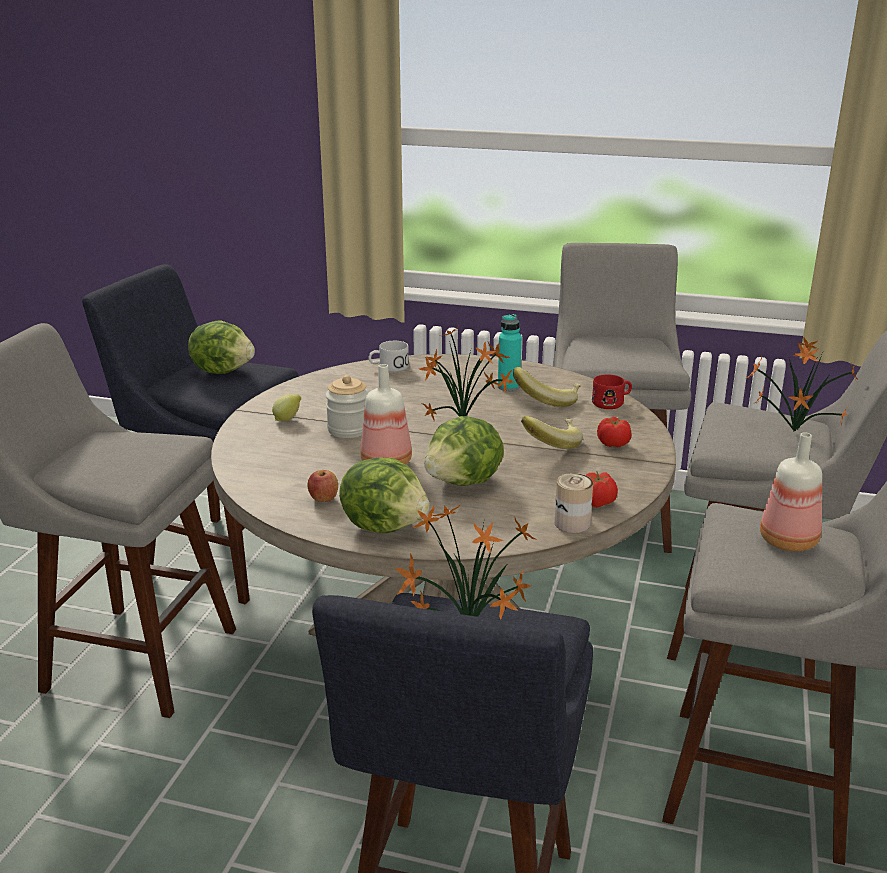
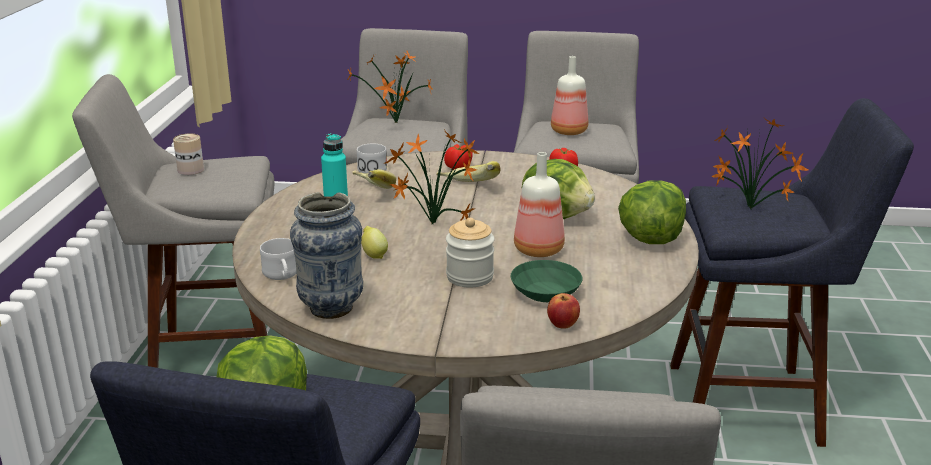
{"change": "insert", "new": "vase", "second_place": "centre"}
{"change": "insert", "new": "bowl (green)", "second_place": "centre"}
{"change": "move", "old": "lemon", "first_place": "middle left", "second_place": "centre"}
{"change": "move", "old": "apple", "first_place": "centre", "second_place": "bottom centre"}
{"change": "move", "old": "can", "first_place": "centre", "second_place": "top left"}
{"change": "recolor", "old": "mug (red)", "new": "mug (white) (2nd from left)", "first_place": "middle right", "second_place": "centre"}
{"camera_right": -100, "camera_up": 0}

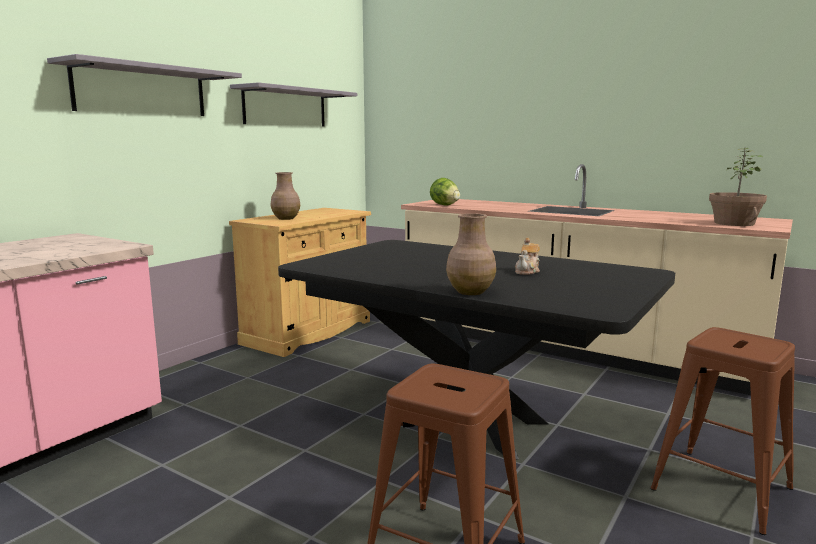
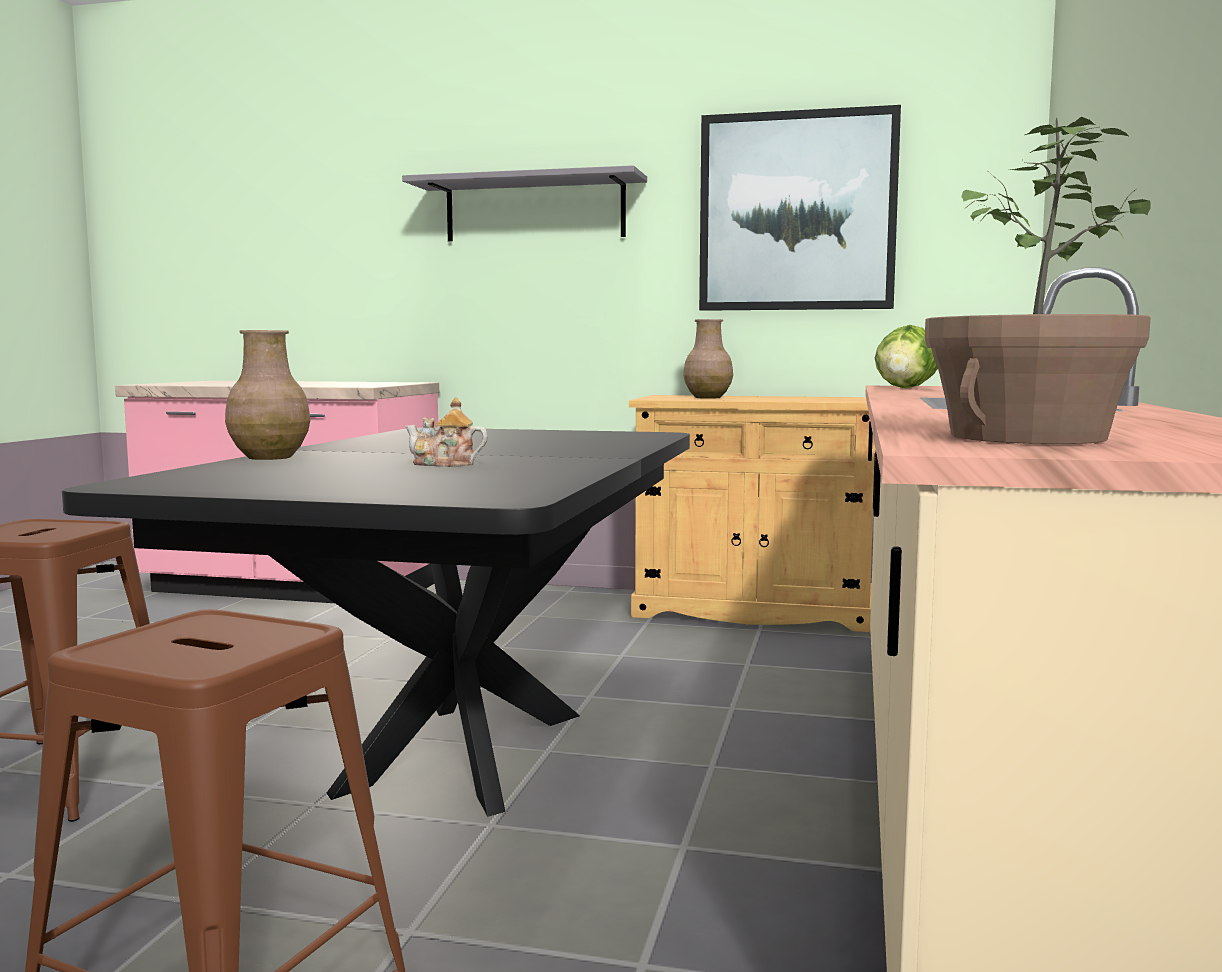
{"change": "replace", "old": "shelf (grey) (2nd from left)", "new": "picture", "first_place": "top centre", "second_place": "top centre"}
{"camera_right": 70, "camera_up": -5}

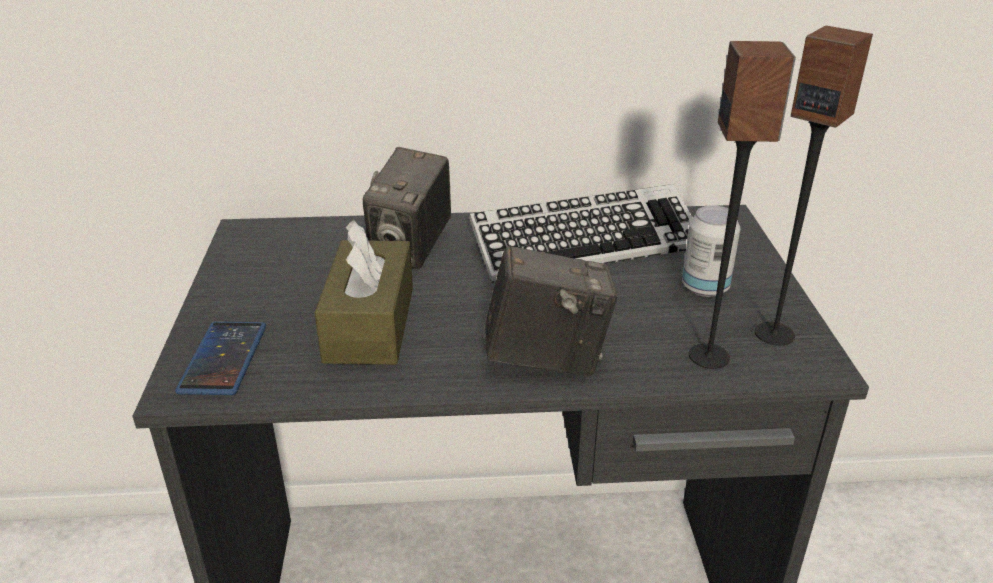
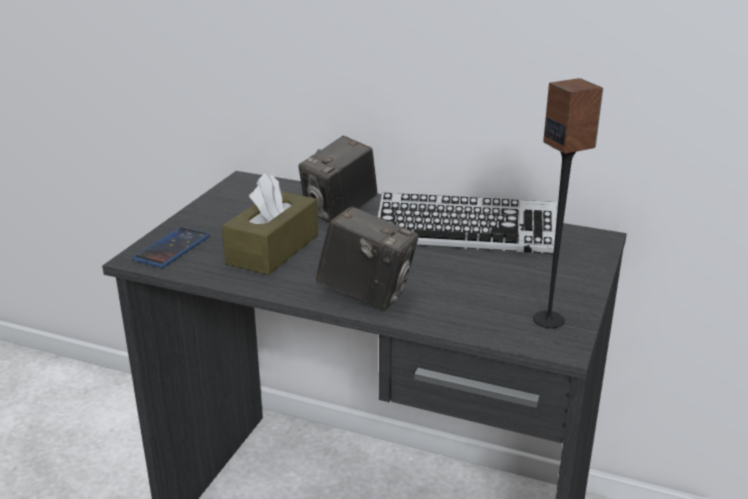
{"change": "delete", "old": "can", "first_place": "middle right"}
{"change": "delete", "old": "speaker (1st from left)", "first_place": "middle right"}
{"camera_right": 25, "camera_up": -5}

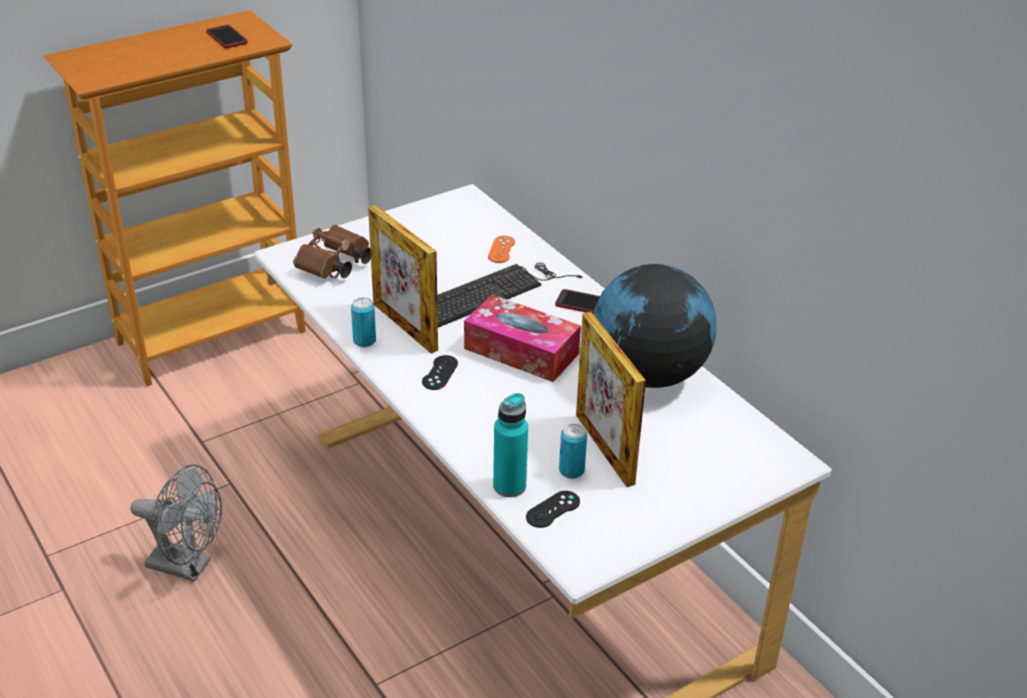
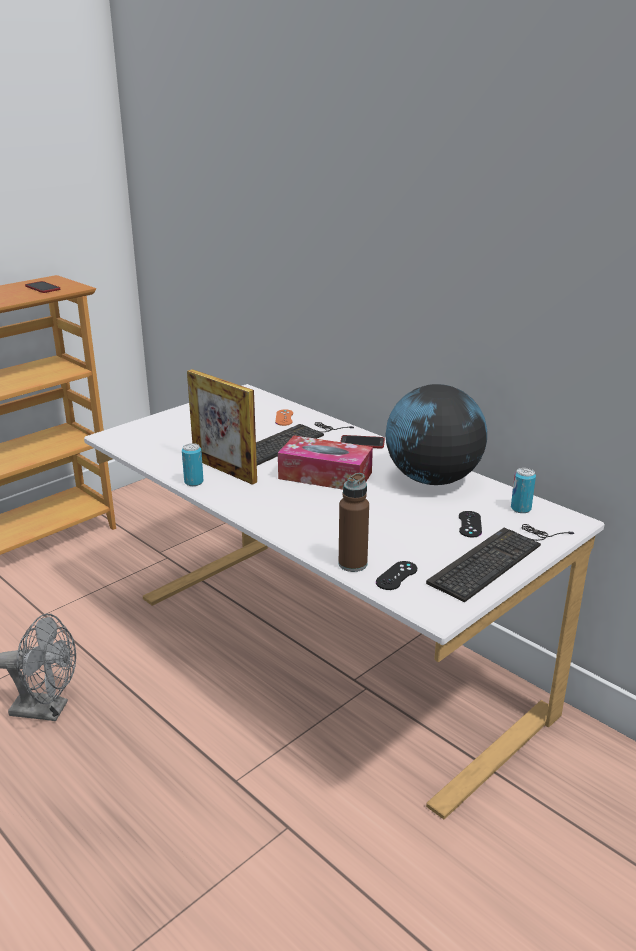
{"change": "delete", "old": "binoculars (brown)", "first_place": "middle left"}
{"change": "delete", "old": "picture frame (2nd from left)", "first_place": "centre"}
{"change": "insert", "new": "keyboard (2nd from left)", "second_place": "middle right"}
{"change": "move", "old": "game controller (black) (1st from left in the first image)", "new": "game controller (black) (2nd from left)", "first_place": "centre", "second_place": "middle right"}
{"change": "move", "old": "can (2nd from left)", "first_place": "centre", "second_place": "middle right"}
{"change": "recolor", "old": "bottle (turquoise)", "new": "bottle (brown)", "first_place": "centre", "second_place": "centre"}
{"camera_right": -10, "camera_up": -10}

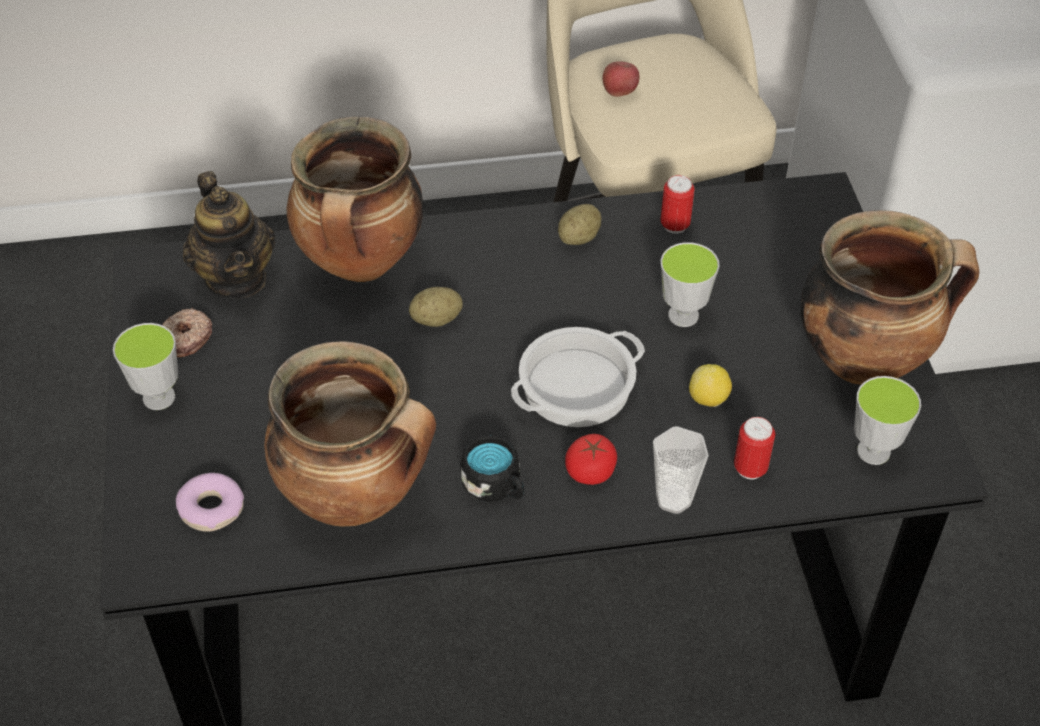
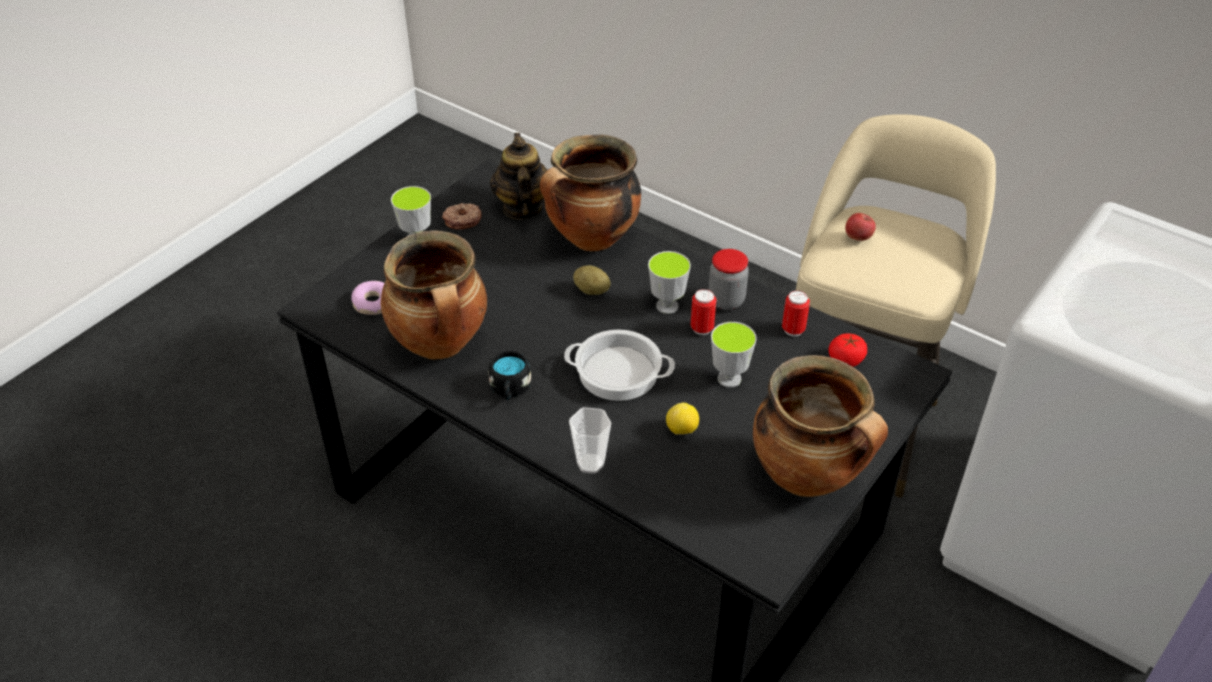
{"change": "move", "old": "tomato", "first_place": "centre", "second_place": "middle right"}
{"change": "move", "old": "can (2nd from left in the first image)", "new": "can (1st from left)", "first_place": "middle right", "second_place": "centre"}
{"change": "move", "old": "cup (4th from left in the first image)", "new": "cup (3rd from left)", "first_place": "middle right", "second_place": "centre"}
{"change": "replace", "old": "potato (2nd from left)", "new": "jar", "first_place": "top centre", "second_place": "centre"}
{"change": "rotate", "old": "teapot", "first_place": "top left", "second_place": "top centre", "degrees": 150}
{"camera_right": 45, "camera_up": -5}

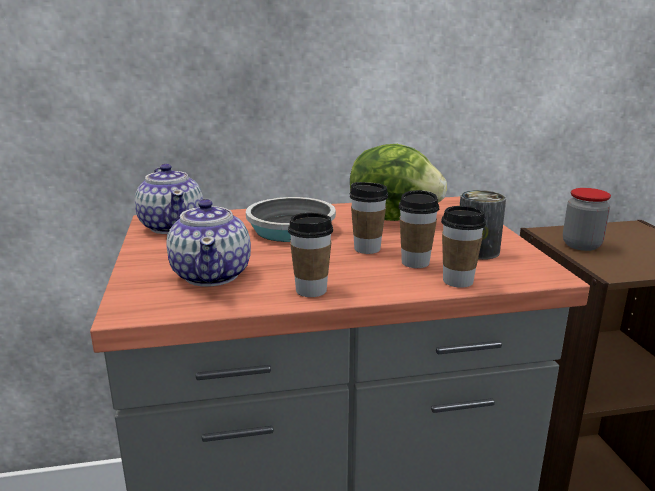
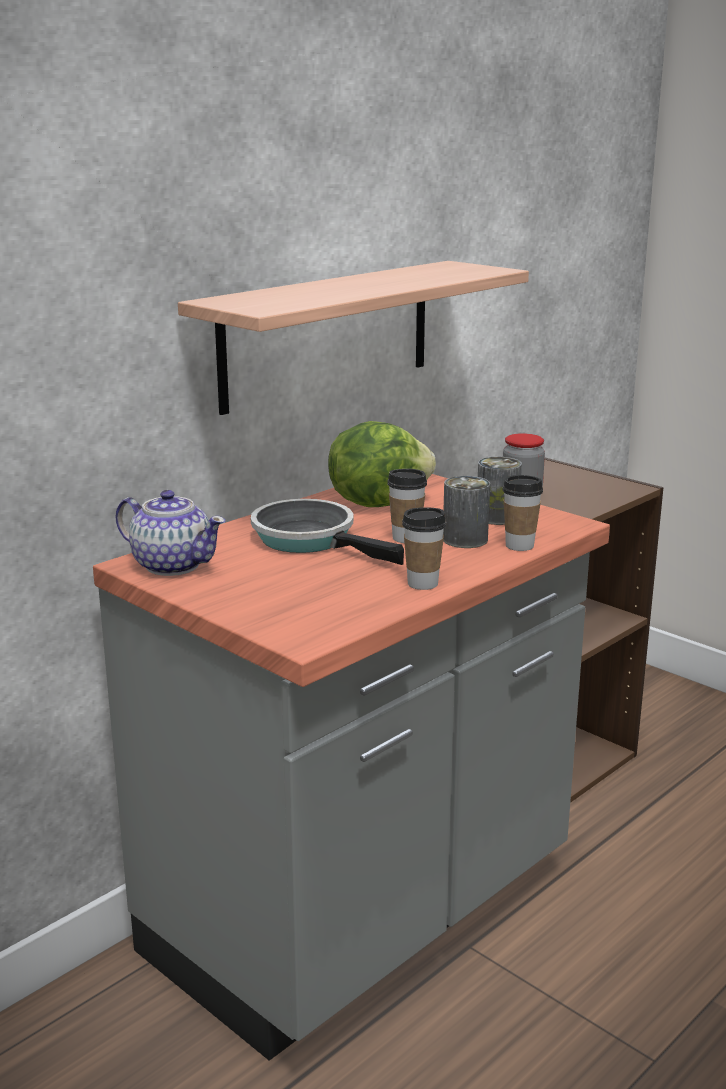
{"change": "delete", "old": "teapot (2nd from left)", "first_place": "middle left"}
{"change": "insert", "new": "shelf", "second_place": "top centre"}
{"change": "replace", "old": "cup (3rd from left)", "new": "can (1st from left)", "first_place": "centre", "second_place": "centre"}
{"camera_right": -35, "camera_up": 0}

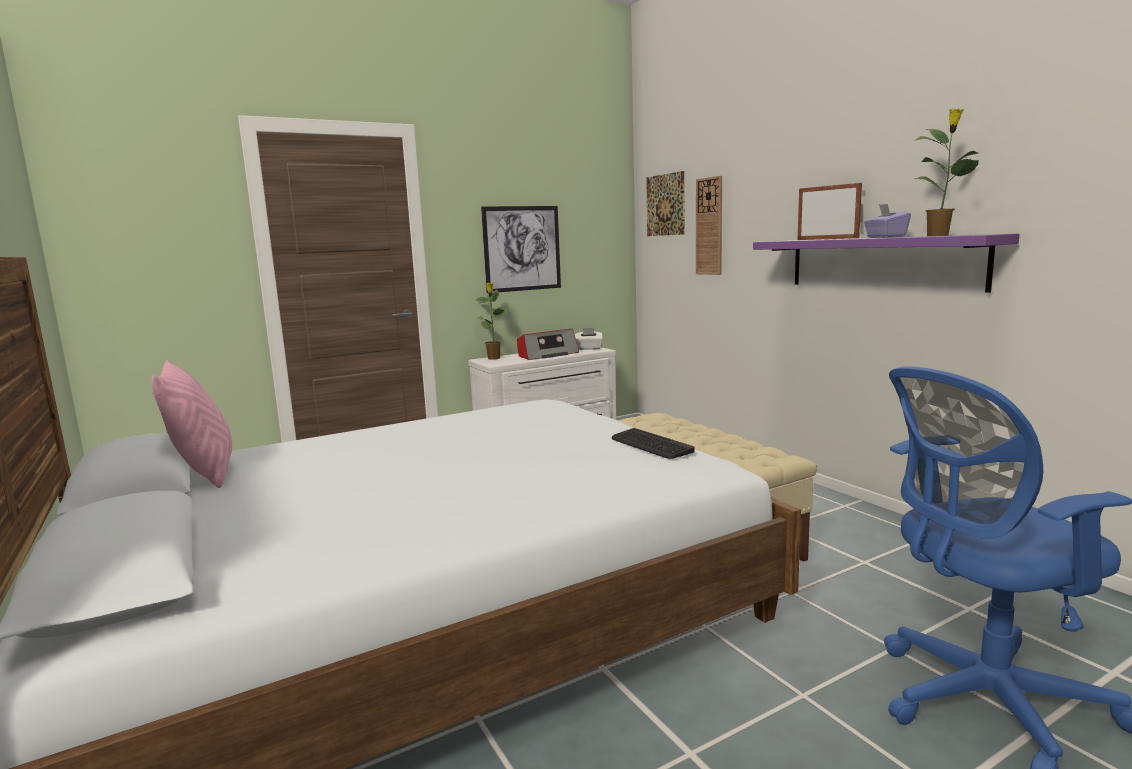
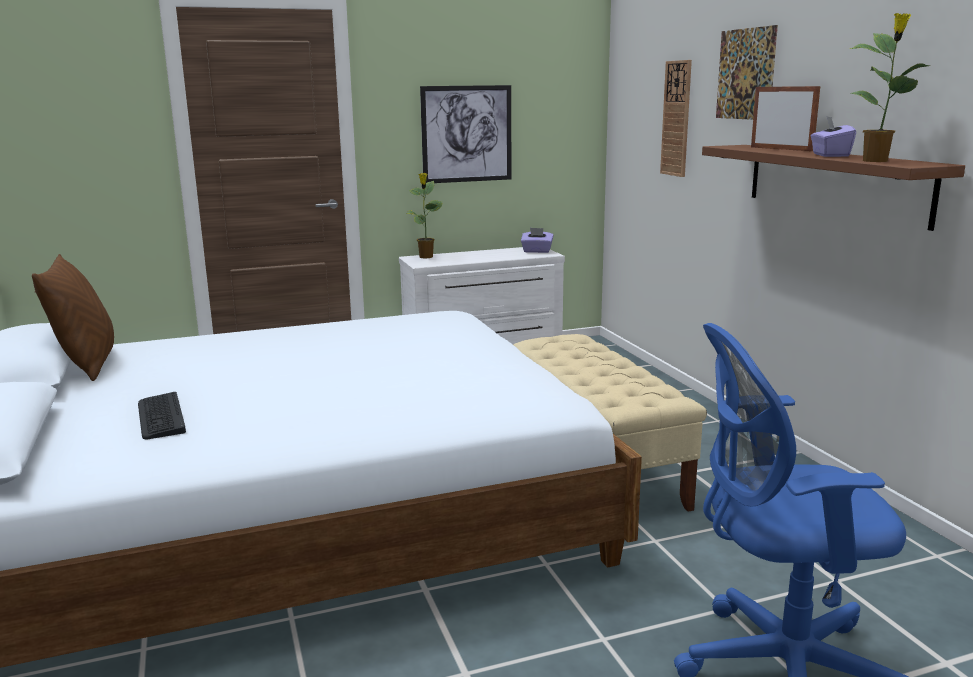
{"change": "delete", "old": "radio", "first_place": "centre"}
{"change": "move", "old": "keyboard", "first_place": "centre", "second_place": "middle left"}
{"change": "move", "old": "picture (2nd from left)", "first_place": "top centre", "second_place": "top right"}
{"change": "recolor", "old": "pillow (pink)", "new": "pillow (brown)", "first_place": "middle left", "second_place": "middle left"}
{"change": "recolor", "old": "tissue box (white)", "new": "tissue box (purple) (1st from left)", "first_place": "centre", "second_place": "centre"}
{"change": "recolor", "old": "shelf (purple)", "new": "shelf (brown)", "first_place": "middle right", "second_place": "top right"}
{"camera_right": 10, "camera_up": 5}

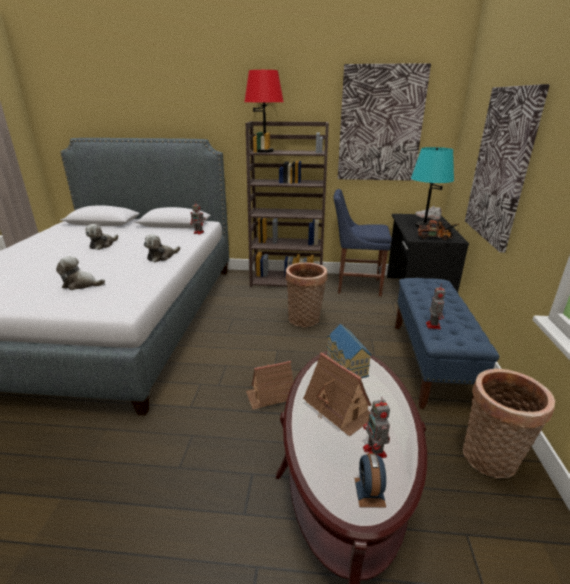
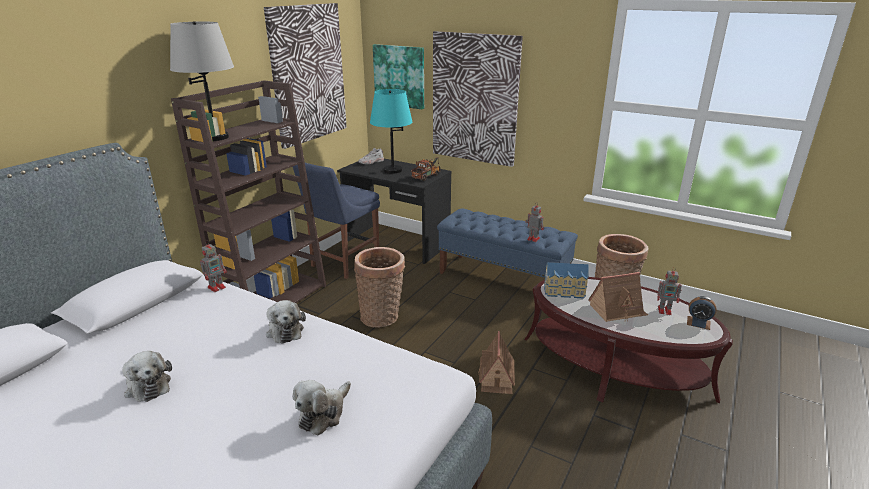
{"change": "insert", "new": "picture (2nd from left)", "second_place": "top centre"}
{"change": "recolor", "old": "table lamp (red)", "new": "table lamp (grey)", "first_place": "top centre", "second_place": "top left"}
{"camera_right": -65, "camera_up": 0}

